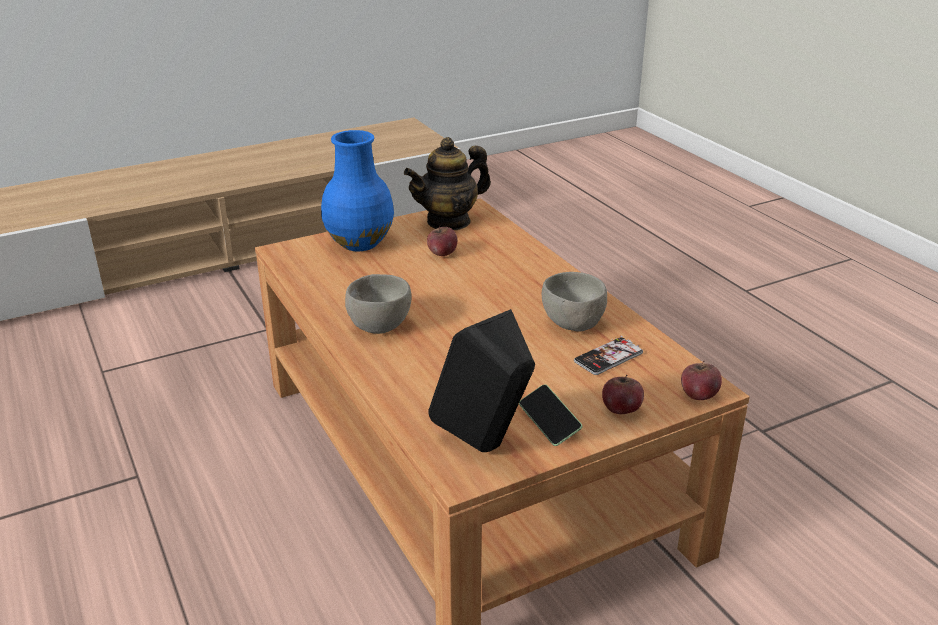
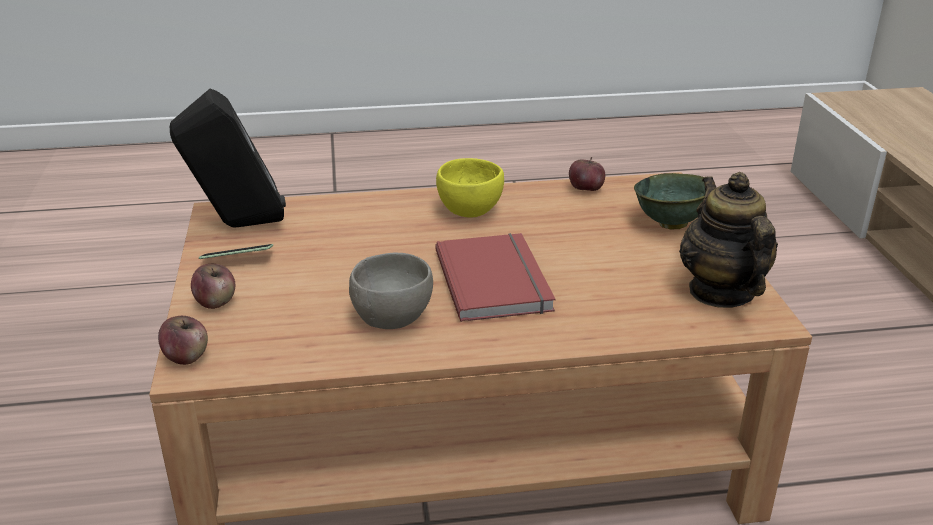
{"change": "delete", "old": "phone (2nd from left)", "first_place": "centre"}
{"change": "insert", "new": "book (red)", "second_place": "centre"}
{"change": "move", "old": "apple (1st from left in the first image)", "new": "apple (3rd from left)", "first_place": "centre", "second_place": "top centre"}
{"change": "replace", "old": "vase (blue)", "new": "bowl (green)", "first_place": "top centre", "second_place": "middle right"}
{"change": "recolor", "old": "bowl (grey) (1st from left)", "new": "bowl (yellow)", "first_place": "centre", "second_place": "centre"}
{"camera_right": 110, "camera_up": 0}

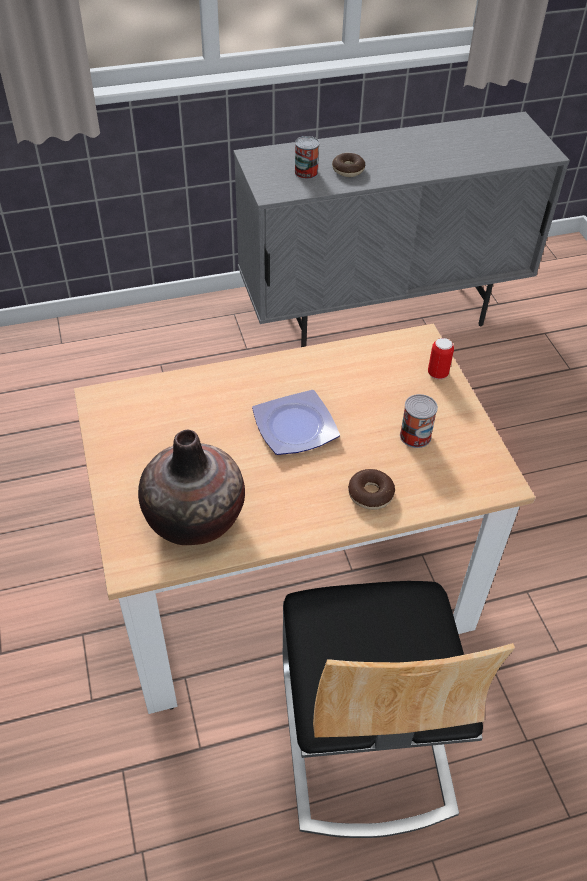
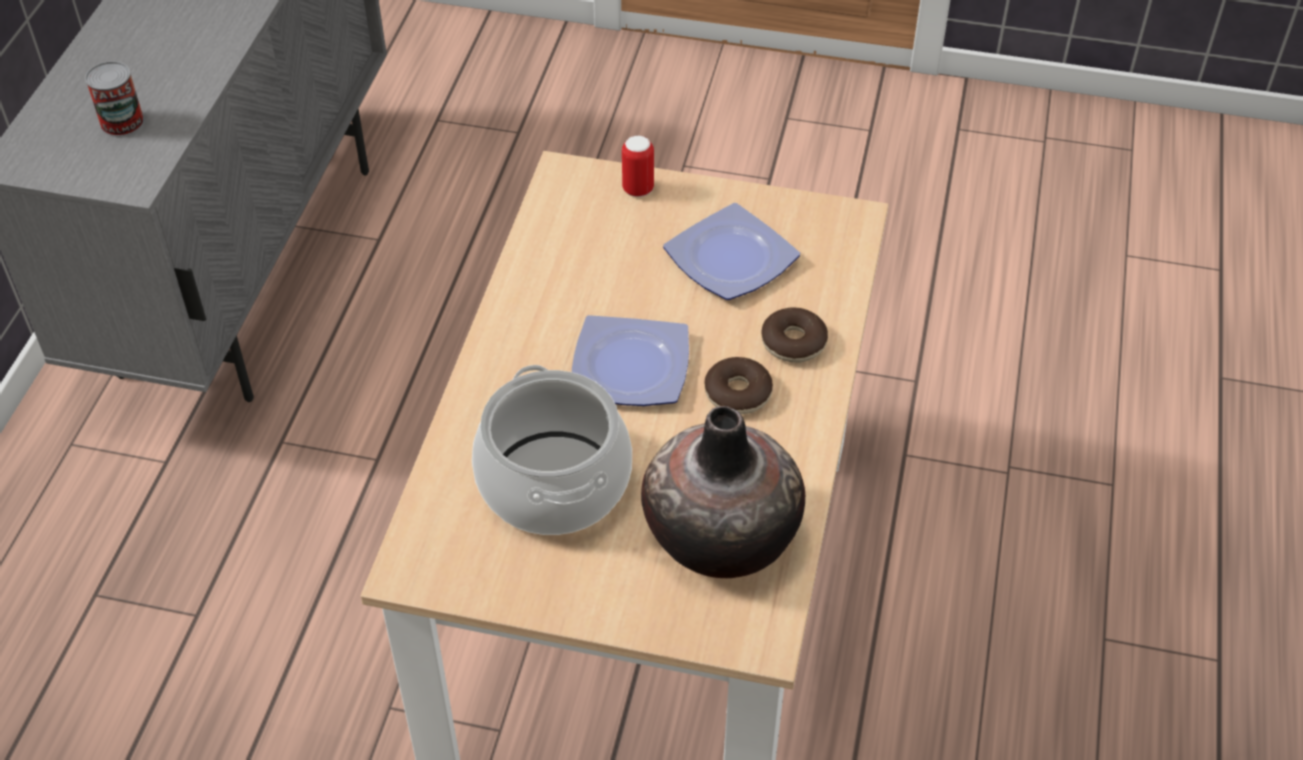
{"change": "delete", "old": "chair", "first_place": "bottom right"}
{"change": "insert", "new": "cooking pot", "second_place": "centre"}
{"change": "move", "old": "donut (1st from left)", "first_place": "top centre", "second_place": "centre"}
{"change": "replace", "old": "can (2nd from left)", "new": "plate (2nd from left)", "first_place": "middle right", "second_place": "top centre"}
{"camera_right": -60, "camera_up": 0}

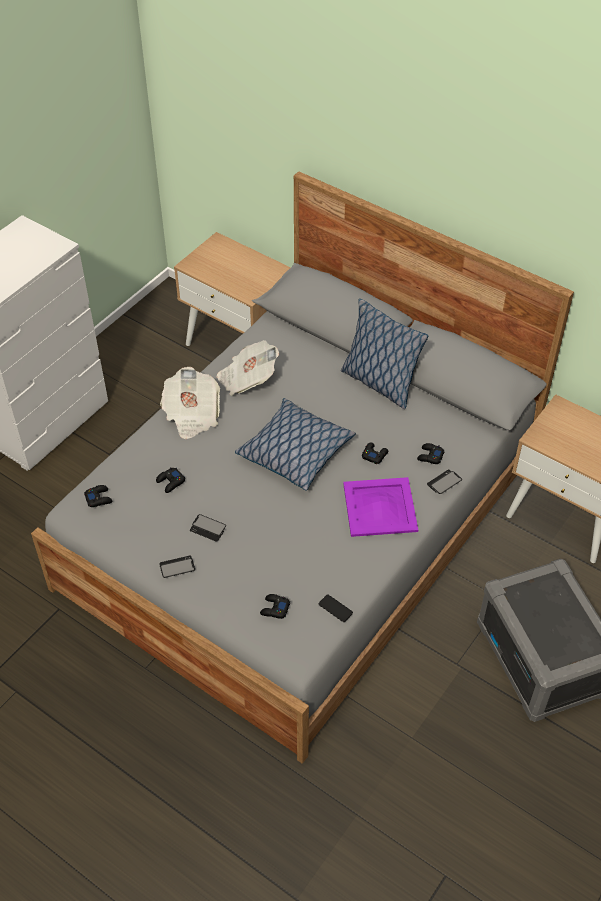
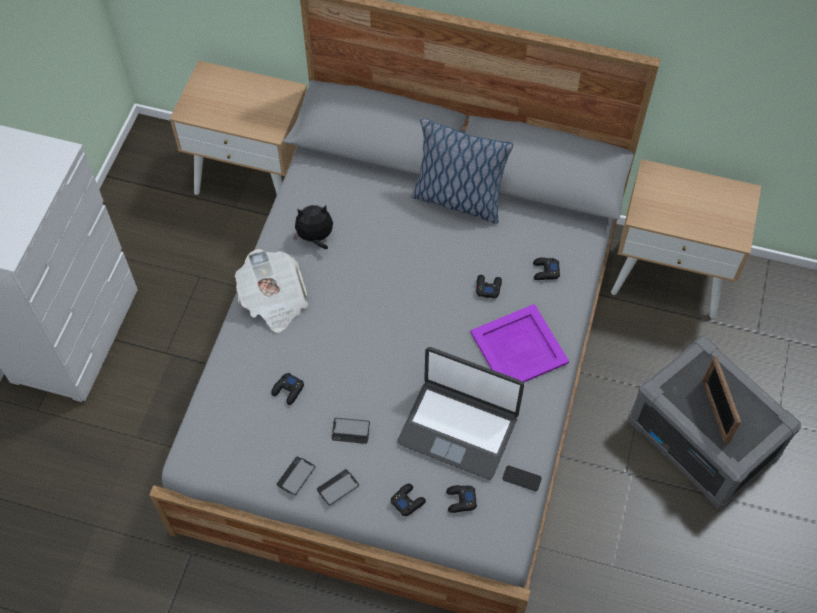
{"change": "delete", "old": "pillow (1st from left)", "first_place": "centre"}
{"change": "insert", "new": "laptop", "second_place": "bottom centre"}
{"change": "insert", "new": "picture frame", "second_place": "middle right"}
{"change": "move", "old": "game controller (black) (1st from left in the first image)", "new": "game controller (black) (2nd from left)", "first_place": "middle left", "second_place": "bottom centre"}
{"change": "move", "old": "phone (4th from left in the first image)", "new": "phone (1st from left)", "first_place": "middle right", "second_place": "bottom centre"}
{"change": "replace", "old": "newspaper (2nd from left)", "new": "plush toy", "first_place": "centre", "second_place": "centre"}
{"camera_right": -20, "camera_up": 10}

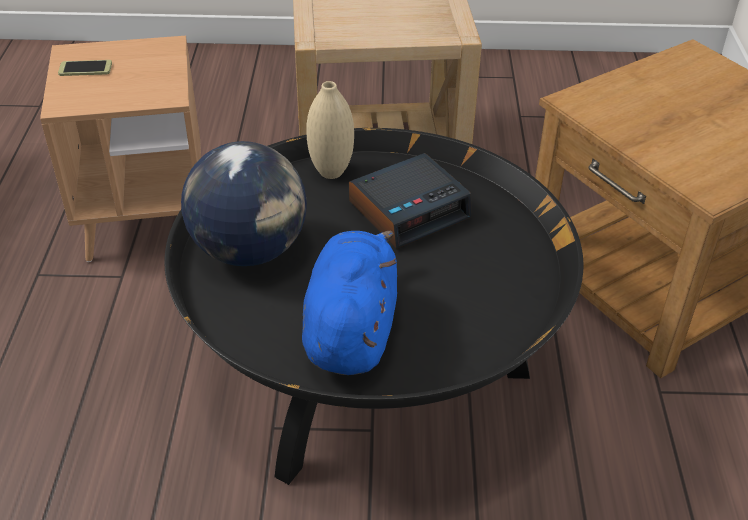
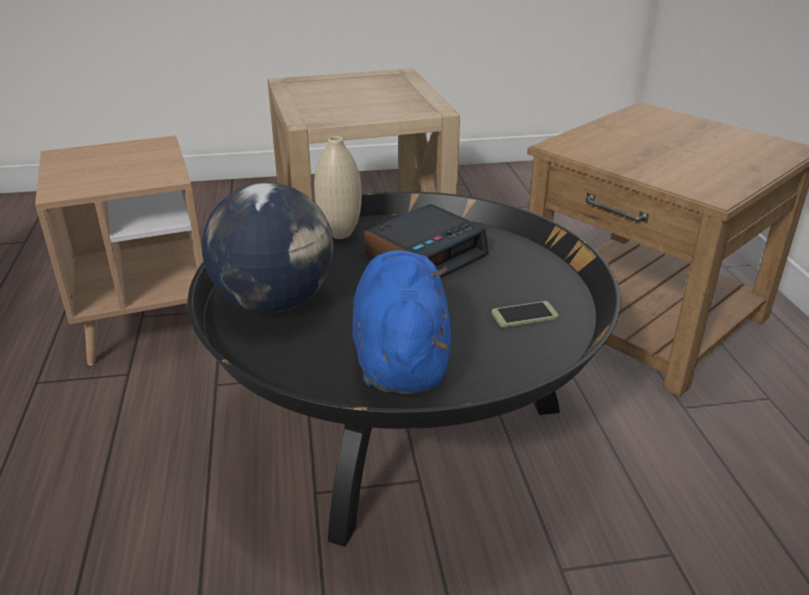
{"change": "move", "old": "phone", "first_place": "top left", "second_place": "centre"}
{"camera_right": -10, "camera_up": -10}

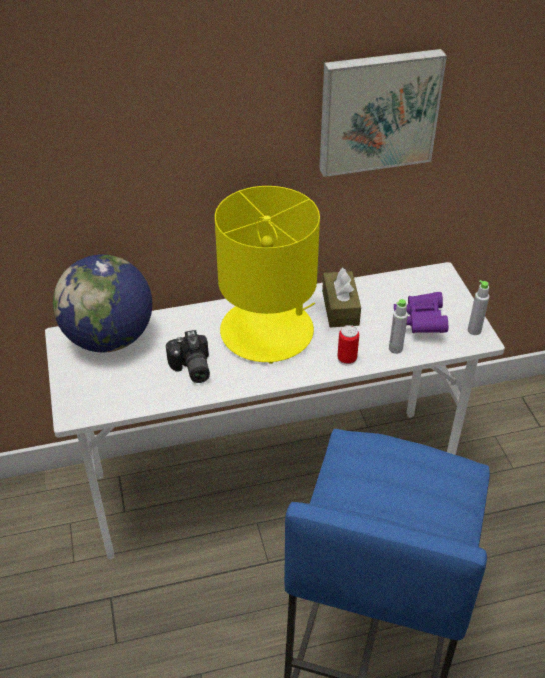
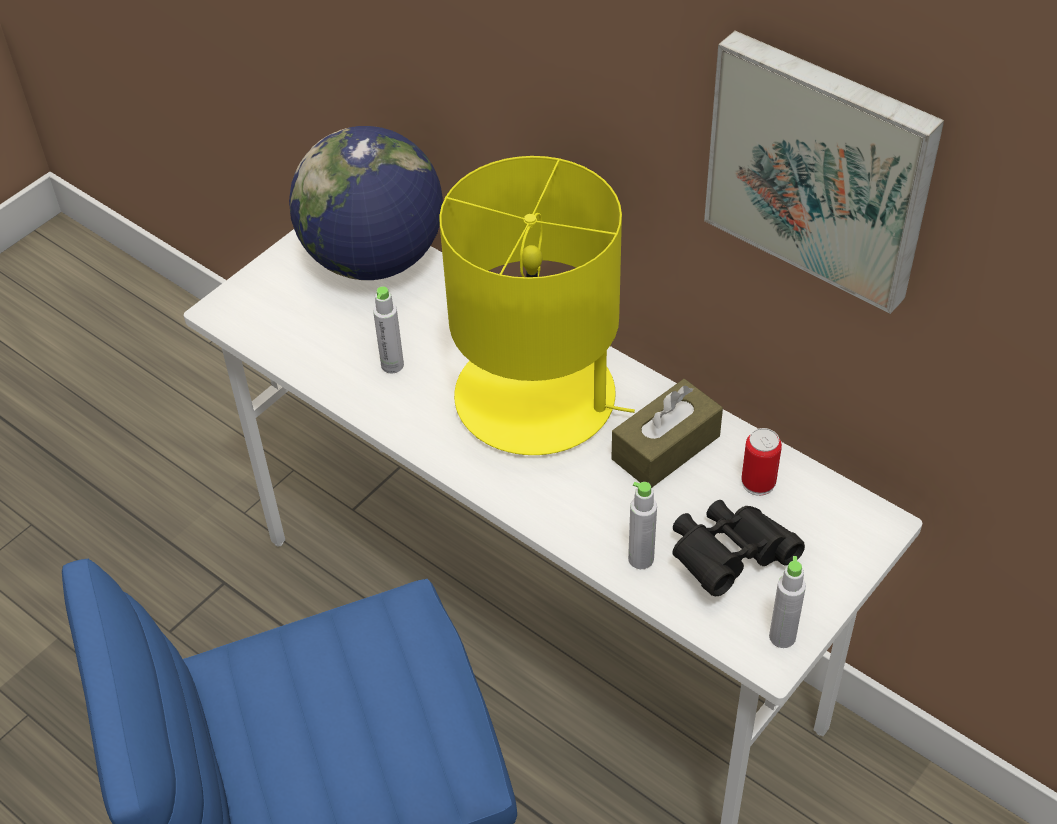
{"change": "move", "old": "can", "first_place": "centre", "second_place": "middle right"}
{"change": "replace", "old": "photo camera", "new": "bottle (grey) (1st from left)", "first_place": "centre", "second_place": "centre"}
{"change": "recolor", "old": "binoculars (purple)", "new": "binoculars (black)", "first_place": "middle right", "second_place": "middle right"}
{"camera_right": 55, "camera_up": 5}

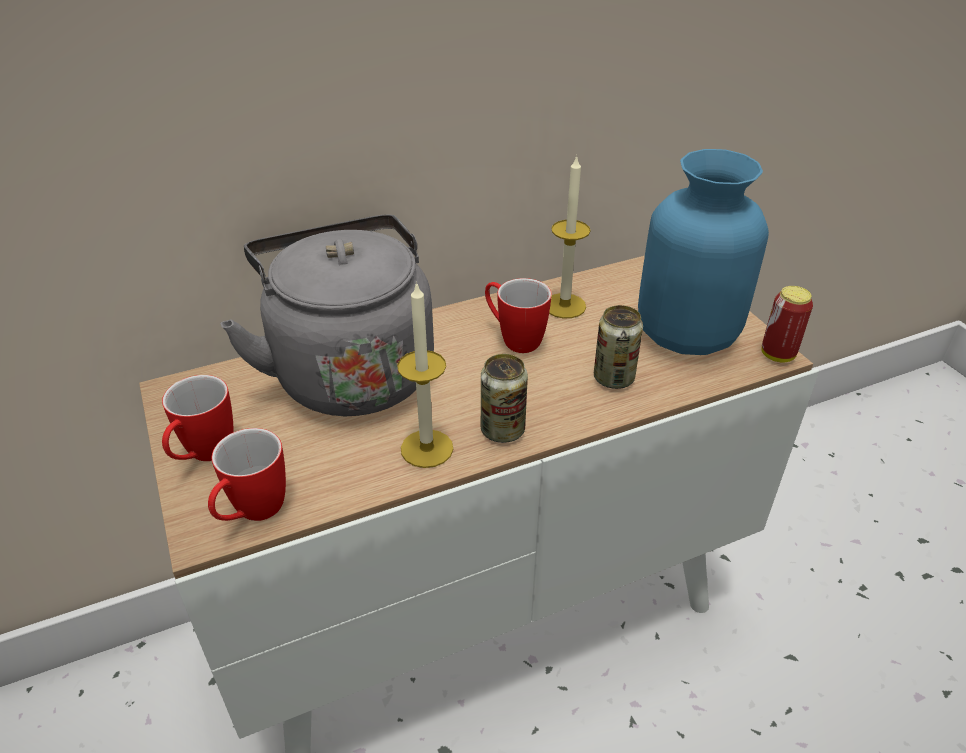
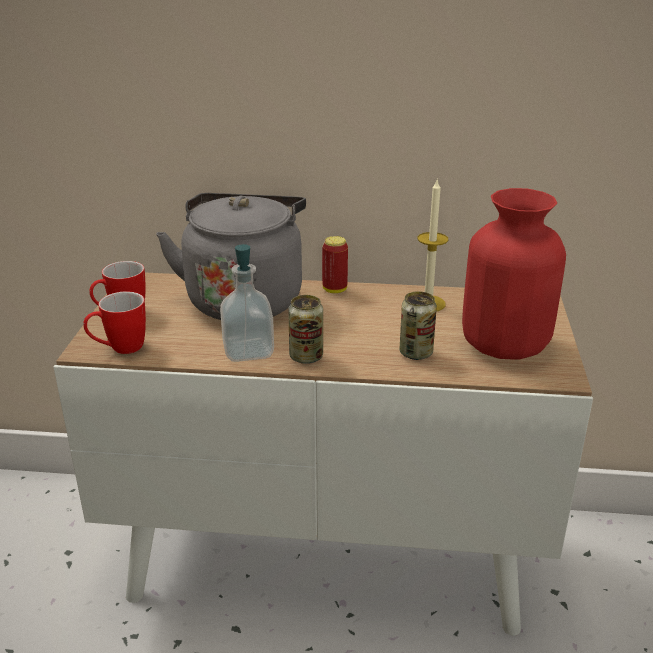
{"change": "delete", "old": "mug (3rd from left)", "first_place": "centre"}
{"change": "move", "old": "can (3rd from left in the first image)", "new": "can (2nd from left)", "first_place": "middle right", "second_place": "centre"}
{"change": "replace", "old": "candle (1st from left)", "new": "soap dispenser", "first_place": "centre", "second_place": "centre"}
{"change": "recolor", "old": "vase (blue)", "new": "vase (red)", "first_place": "middle right", "second_place": "middle right"}
{"camera_right": 30, "camera_up": -10}

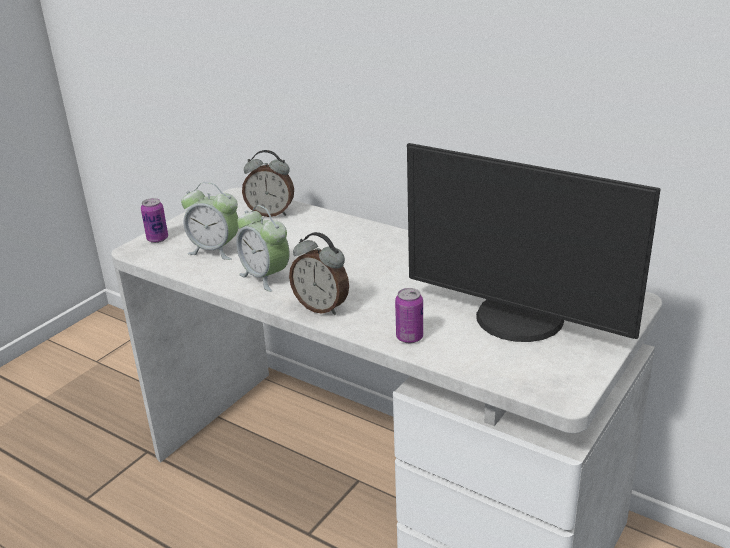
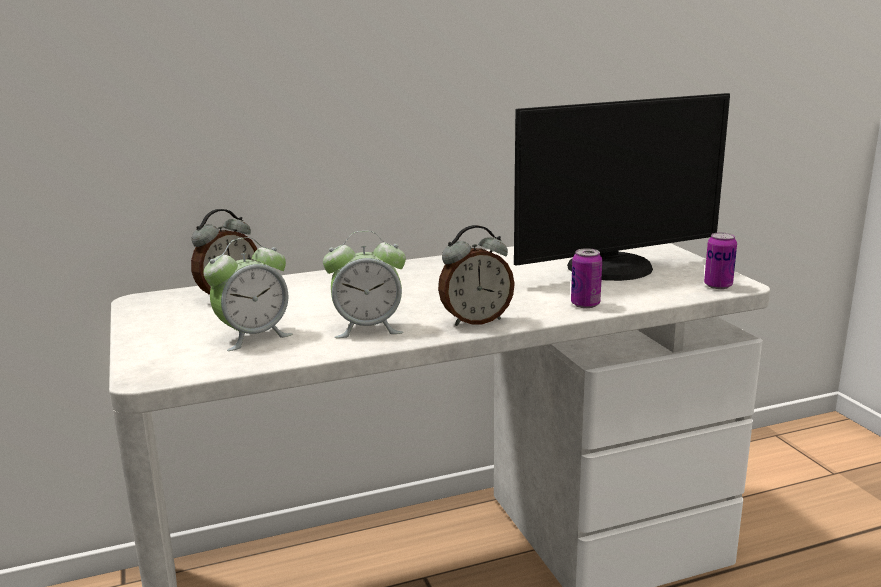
{"change": "move", "old": "can (1st from left in the first image)", "new": "can (2nd from left)", "first_place": "middle left", "second_place": "middle right"}
{"camera_right": -55, "camera_up": -10}

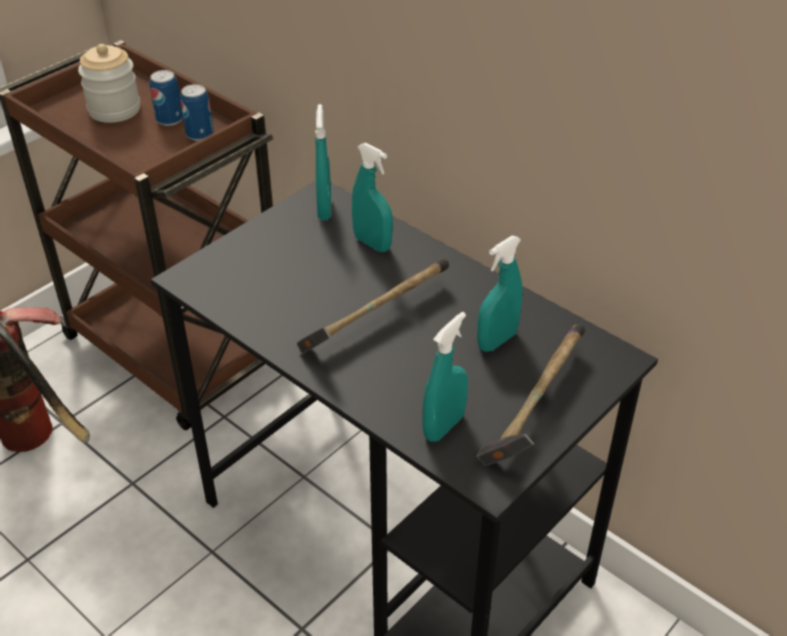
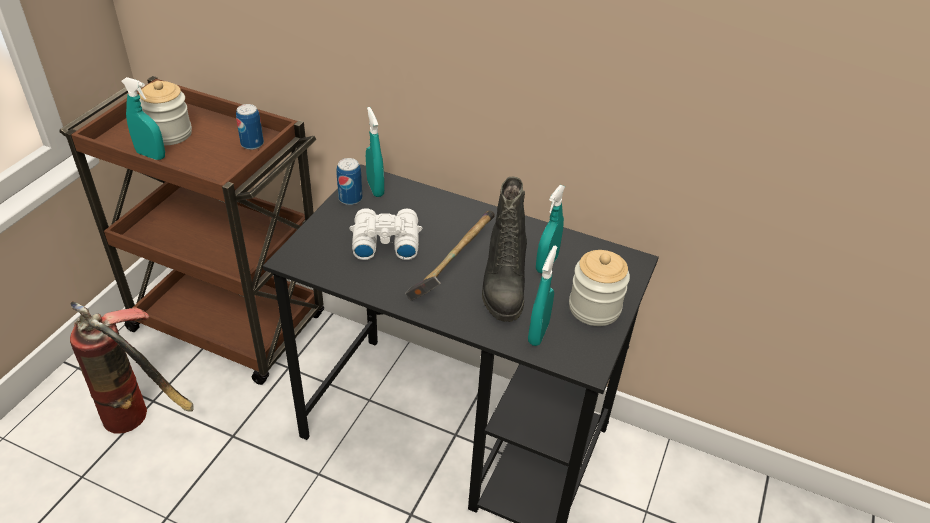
{"change": "insert", "new": "binoculars (white)", "second_place": "centre"}
{"change": "insert", "new": "boot (black)", "second_place": "centre"}
{"change": "move", "old": "can (1st from left in the first image)", "new": "can (2nd from left)", "first_place": "top left", "second_place": "centre"}
{"change": "move", "old": "spray bottle (turquoise) (2nd from left in the first image)", "new": "spray bottle (turquoise) (1st from left)", "first_place": "top centre", "second_place": "top left"}
{"change": "replace", "old": "hammer (2nd from left)", "new": "jar (2nd from left)", "first_place": "middle right", "second_place": "centre"}
{"camera_right": -20, "camera_up": 0}

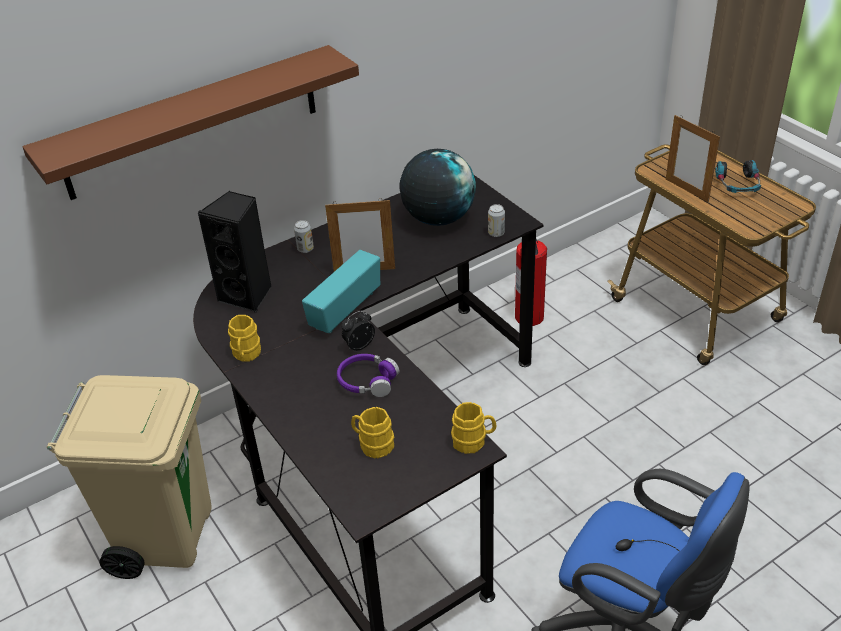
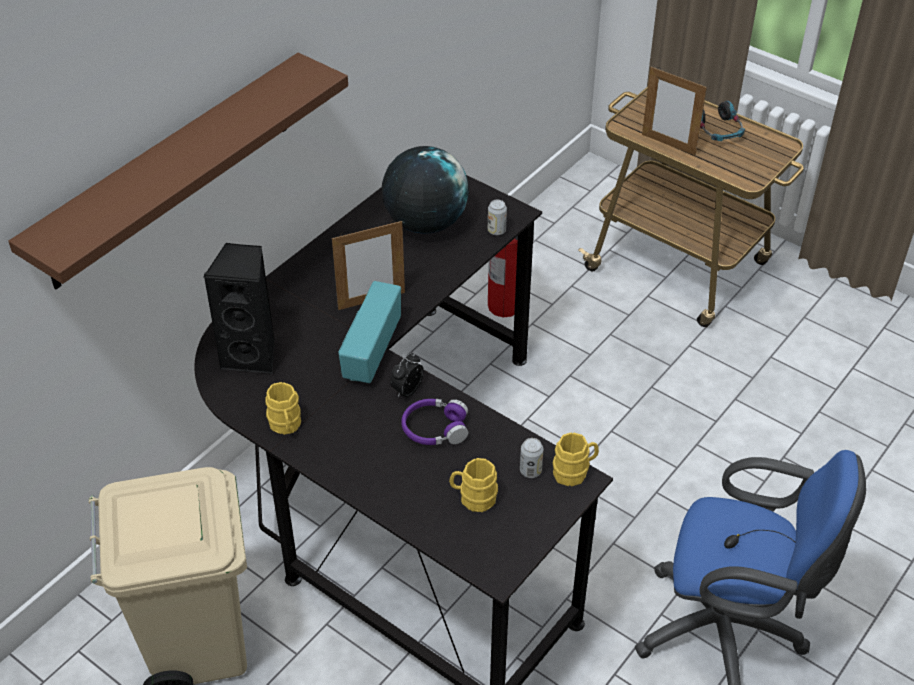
{"change": "move", "old": "can (1st from left in the first image)", "new": "can (2nd from left)", "first_place": "centre", "second_place": "bottom centre"}
{"camera_right": -20, "camera_up": 5}

